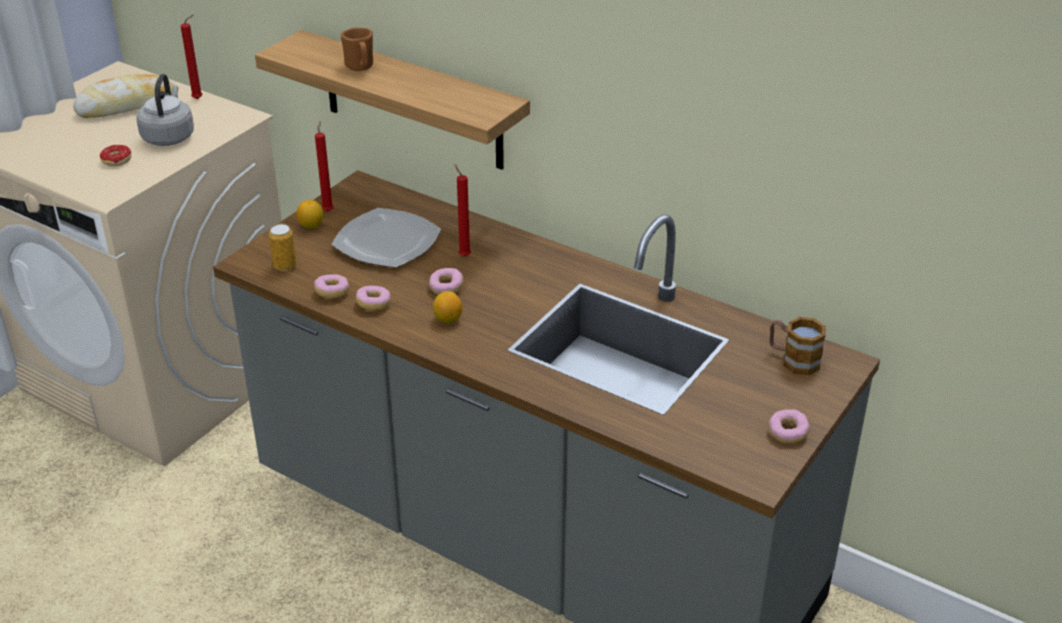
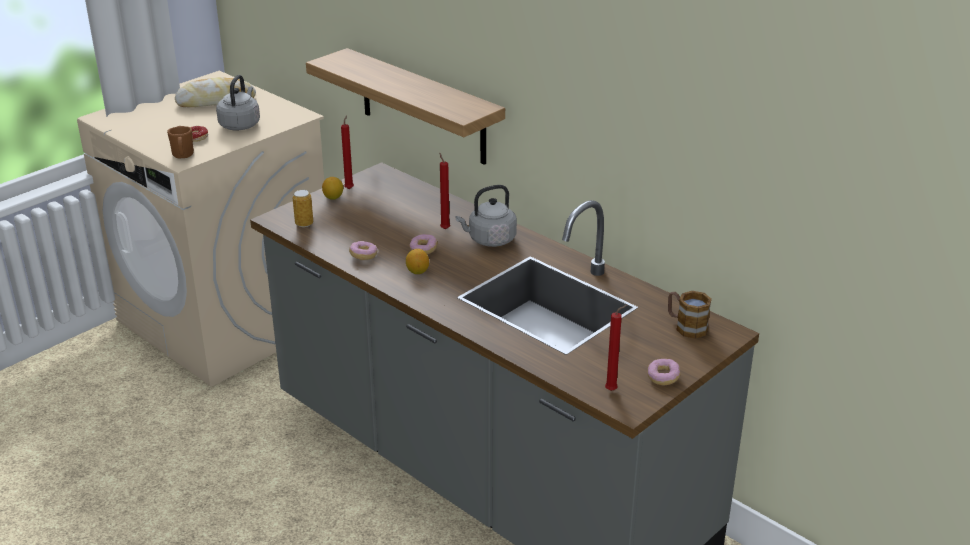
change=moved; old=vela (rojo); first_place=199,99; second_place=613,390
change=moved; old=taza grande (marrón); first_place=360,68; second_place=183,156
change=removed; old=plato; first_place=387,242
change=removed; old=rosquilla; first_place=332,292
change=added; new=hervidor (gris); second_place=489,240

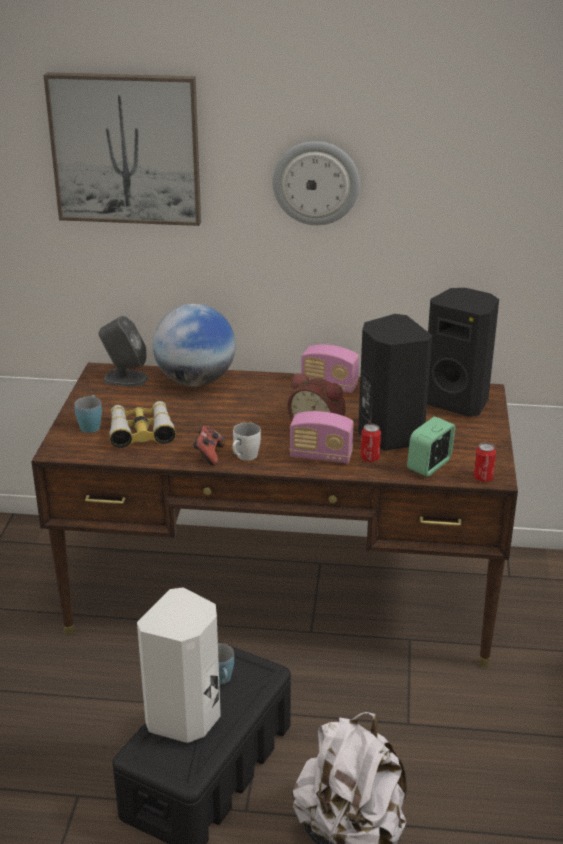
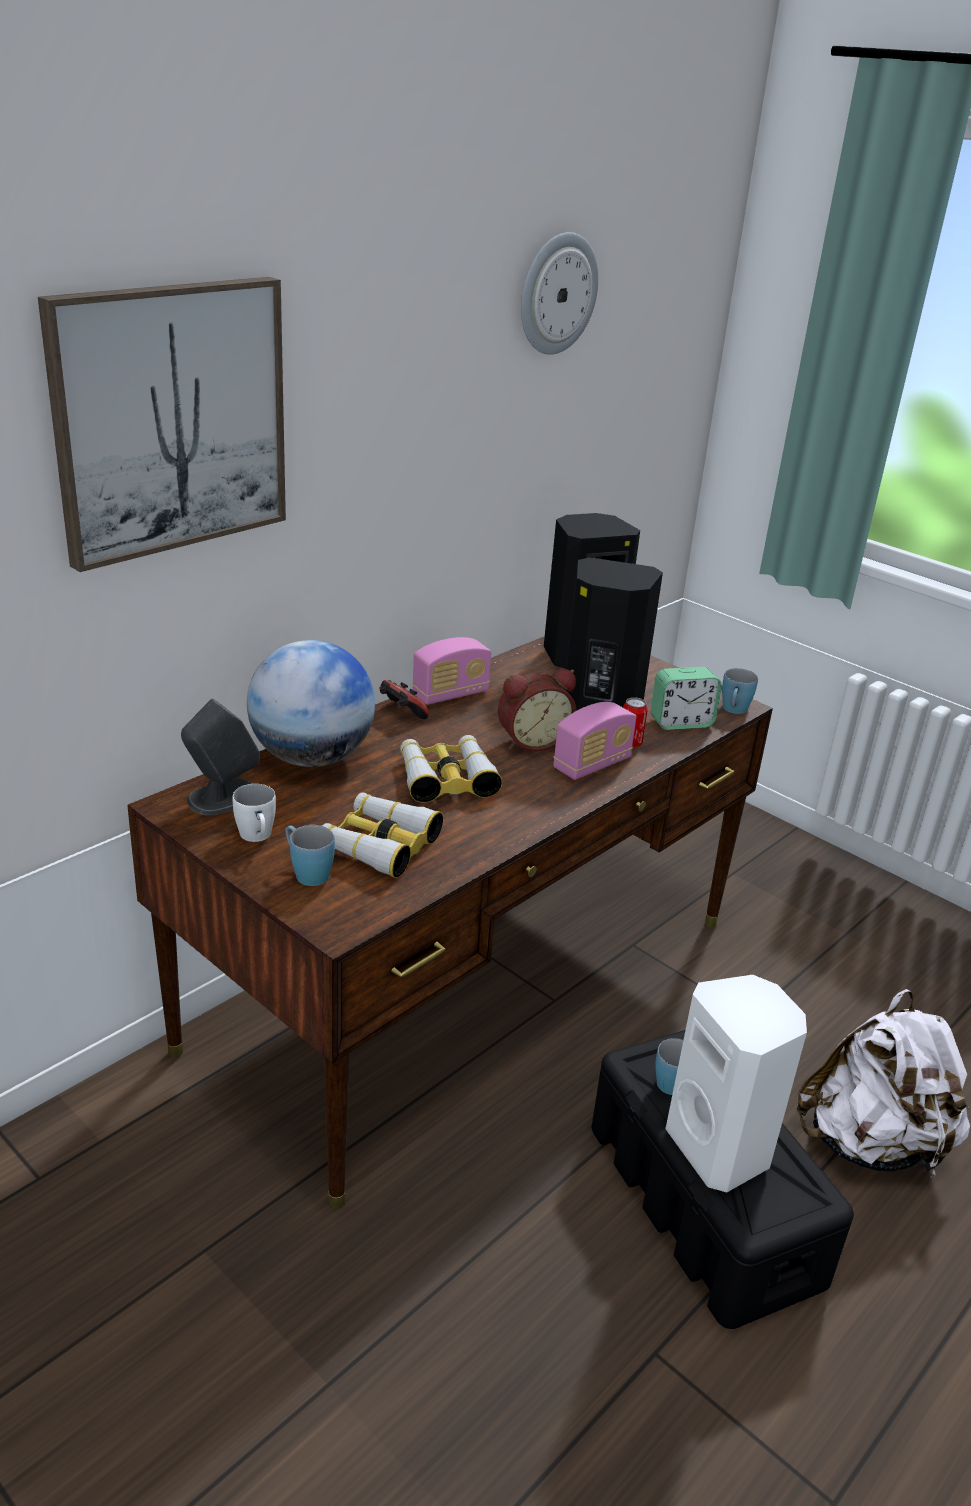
change=moved; old=reloj de pared; first_place=316,183; second_place=557,293
change=turned; old=despertador; first_place=429,465; second_place=681,722; degrees=-90
change=moved; old=taza grande (blanco); first_place=244,457; second_place=257,837
change=moved; old=mando de consola; first_place=208,455; second_place=401,713
change=replaced; old=lata; new=taza grande (azul); first_place=483,478; second_place=734,711
change=added; new=prismáticos; second_place=446,778

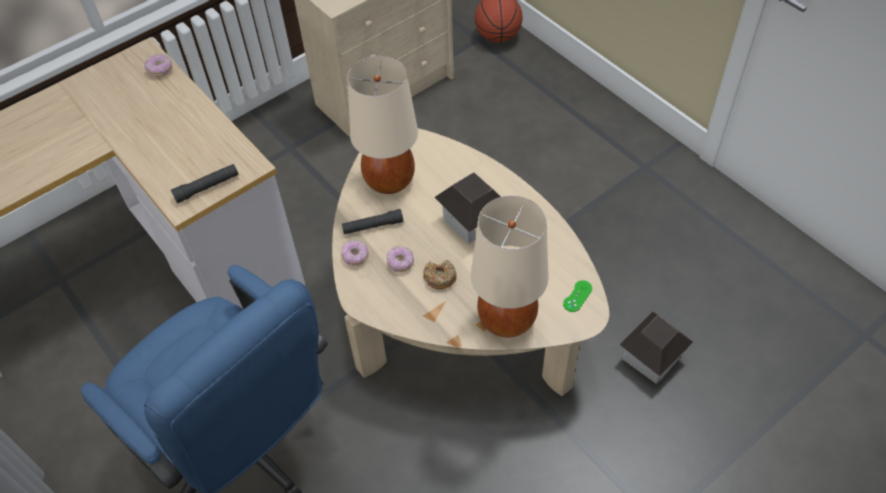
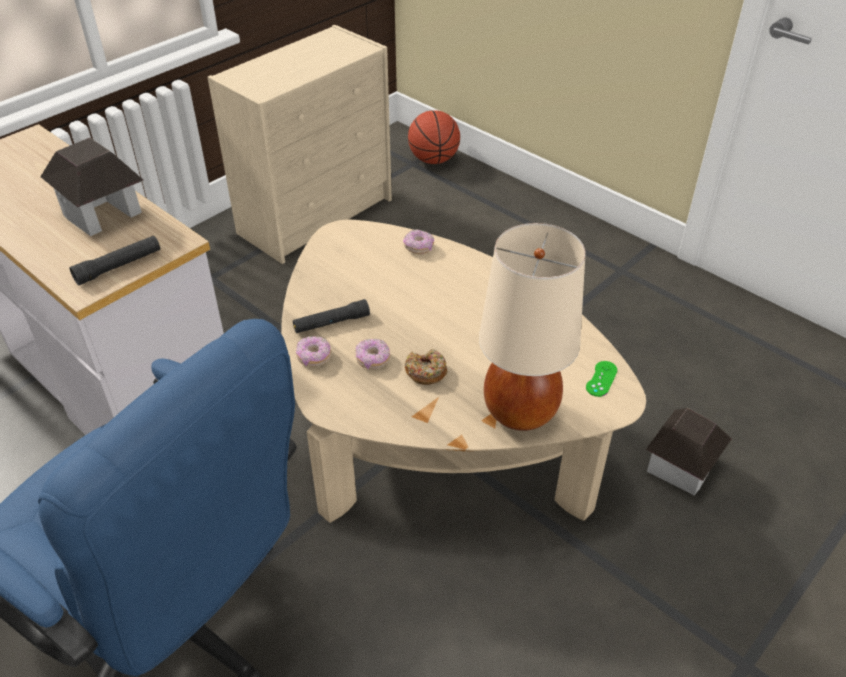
change=moved; old=rosquilla; first_place=160,70; second_place=418,248
change=removed; old=lámpara de mesa (beis); first_place=389,181
change=moved; old=casita; first_place=472,221; second_place=102,213

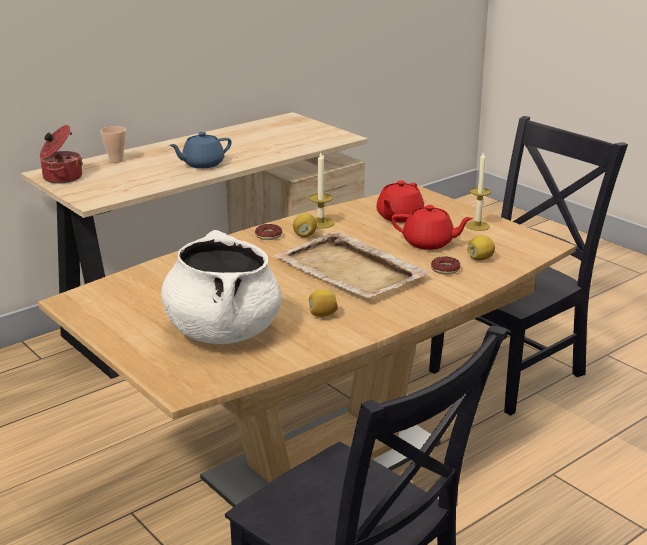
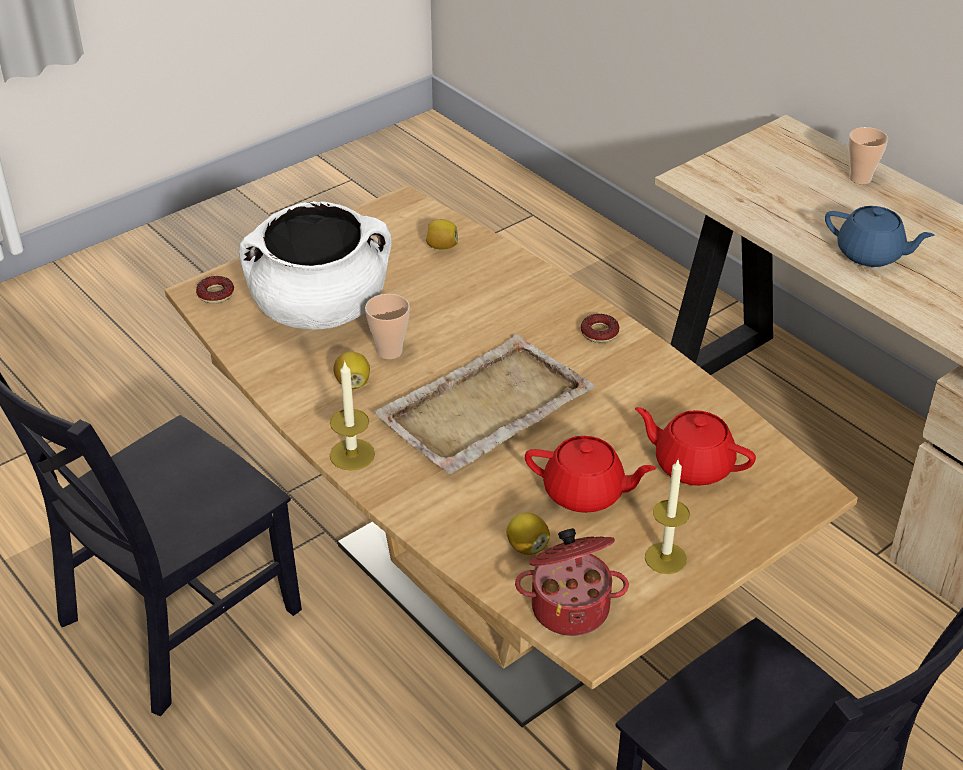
change=moved; old=olla; first_place=61,177; second_place=570,606
change=turned; old=tetera (azul); first_place=202,164; second_place=870,254; degrees=150
change=moved; old=vela; first_place=320,223; second_place=352,454
change=turned; old=tetera (rojo); first_place=429,243; second_place=585,493; degrees=-90
change=moved; old=limón; first_place=305,235; second_place=441,246
change=moved; old=rosquilla; first_place=445,269; second_place=216,294
change=added; new=taza; second_place=389,351

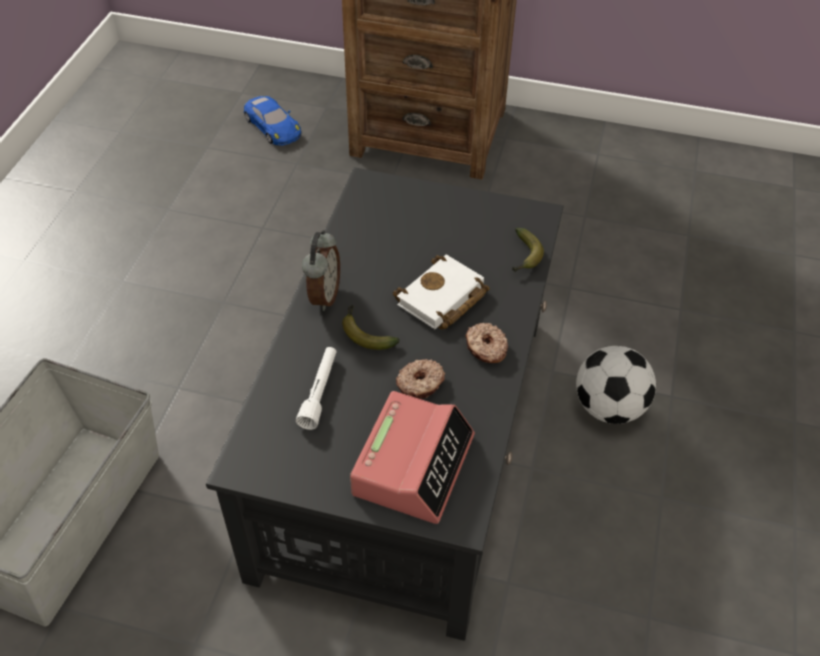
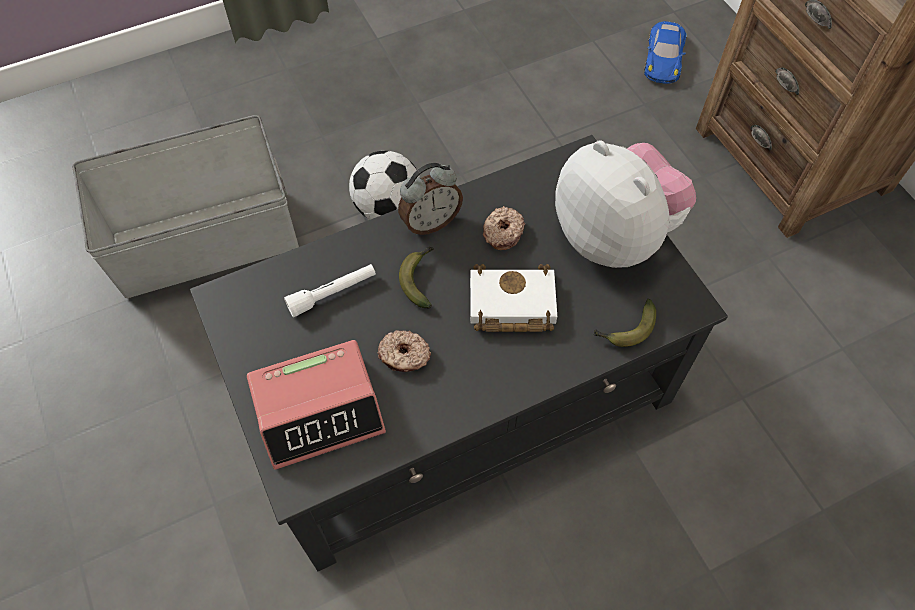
change=moved; old=rosquilla; first_place=485,348; second_place=502,232
change=moved; old=balón de fútbol; first_place=609,407; second_place=388,208
change=added; new=peluche; second_place=614,236

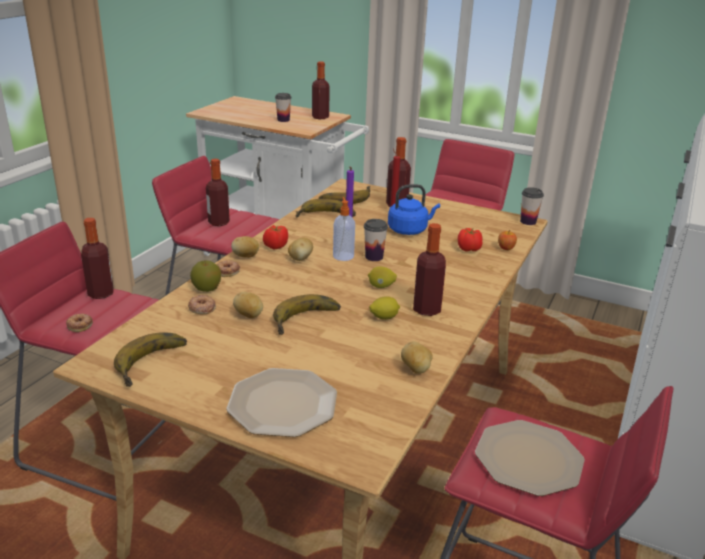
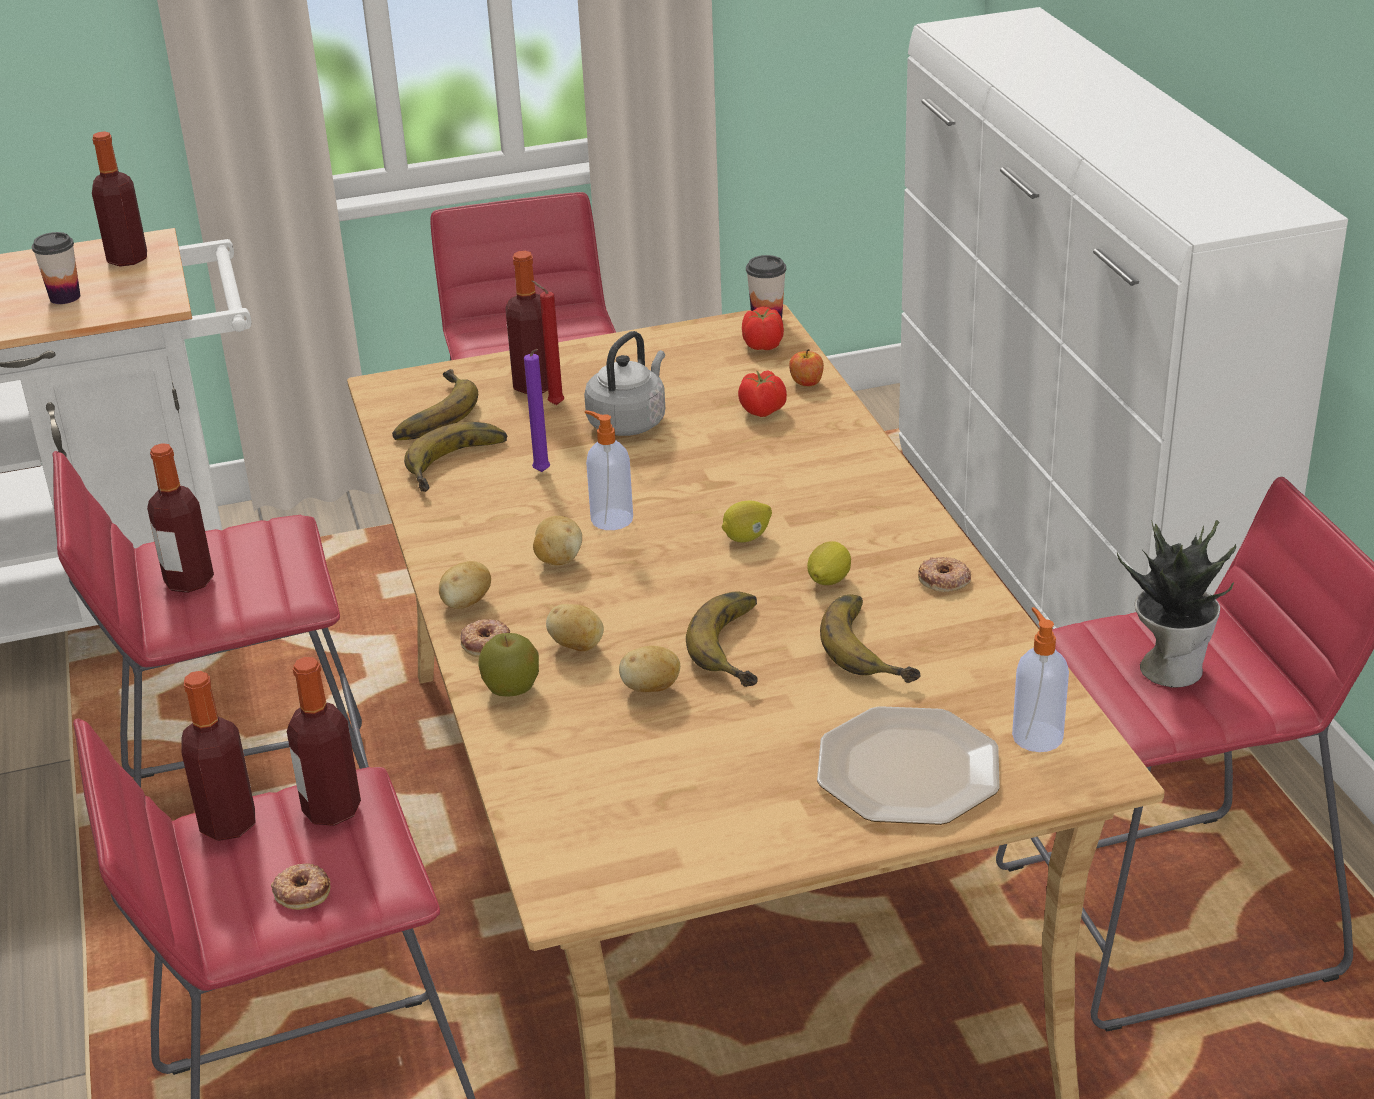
change=recoloured; old=hervidor (azul); new=hervidor (gris); first_place=409,230; second_place=629,422
change=removed; old=taza; first_place=374,257
change=moved; old=botella; first_place=426,309; second_place=332,809
change=moved; old=tomate; first_place=275,246; second_place=762,346
change=moved; old=rosquilla; first_place=202,308; second_place=944,580
change=moved; old=plátano; first_place=155,364; second_place=875,645
change=moved; old=patata; first_place=416,369; second_place=577,646
change=replaced; old=plato; new=planta en maceta; first_place=529,458; second_place=1169,667
change=added; new=dispensador de jabón; second_place=1036,735

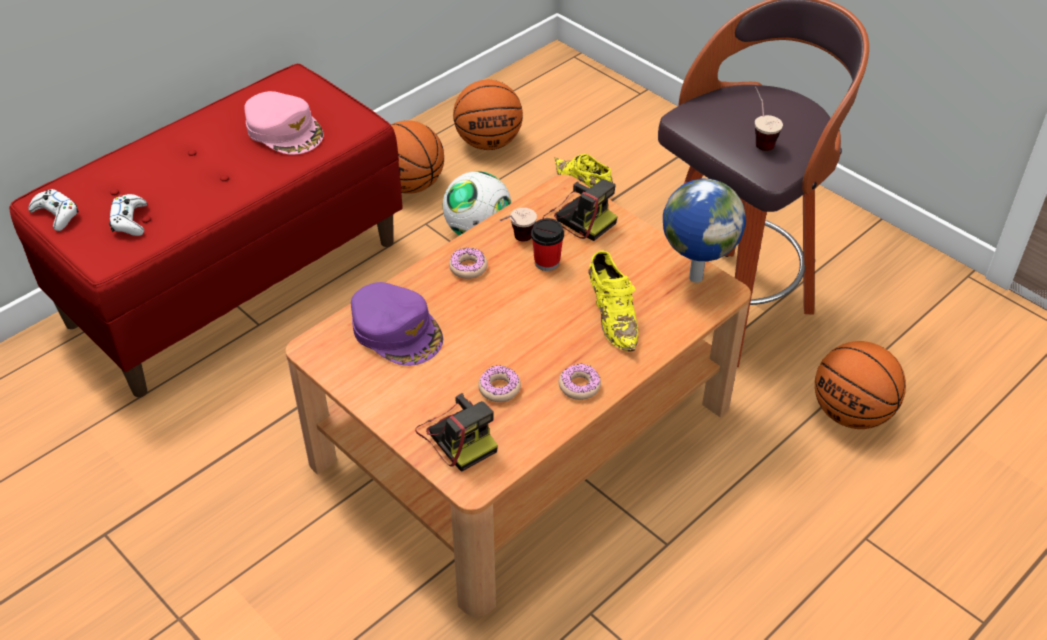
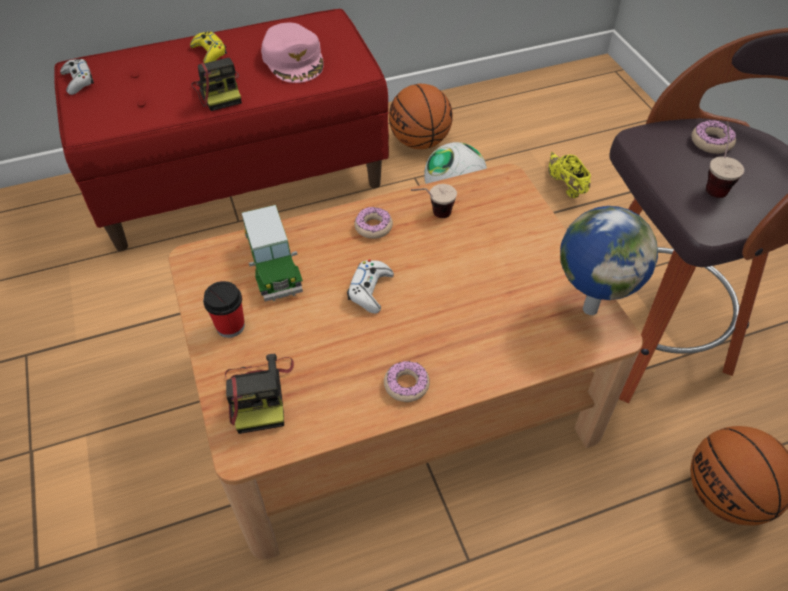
change=removed; old=balón de baloncesto; first_place=488,143
change=moved; old=cámara; first_place=579,218; second_place=219,91
change=moved; old=mando de consola (blanco); first_place=130,221; second_place=370,290
change=moved; old=taza; first_place=547,262; second_place=230,326
change=removed; old=zapato (amarillo); first_place=612,317
change=replaced; old=gorra (morado); new=coche de juguete; first_place=397,330; second_place=274,267
change=moved; old=rosquilla; first_place=499,388; second_place=711,142
change=added; new=mando de consola (amarillo); second_place=209,53

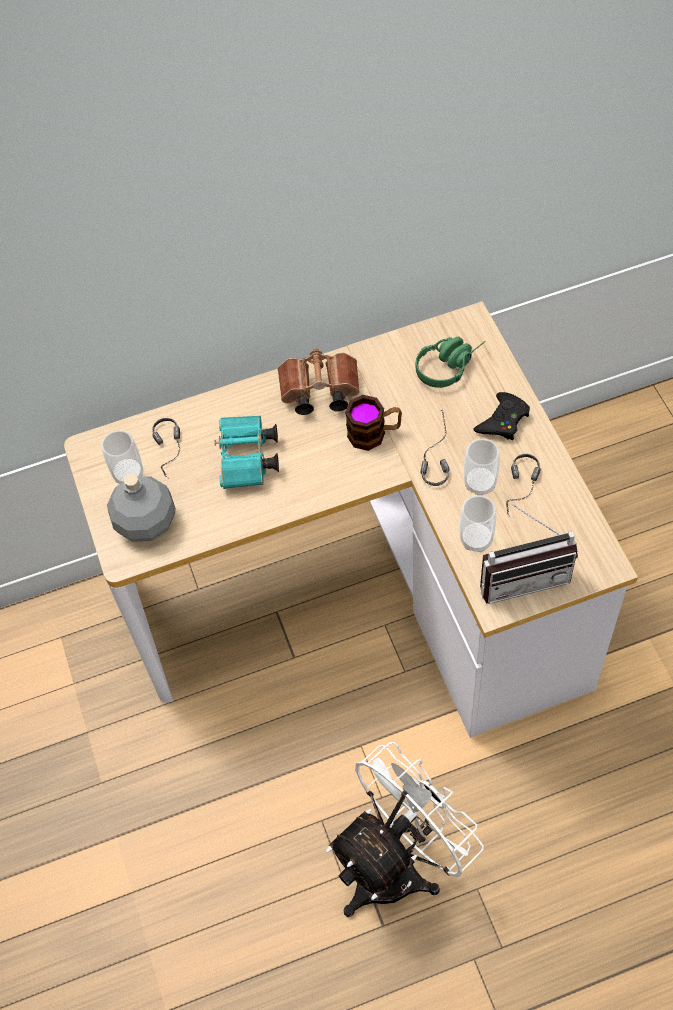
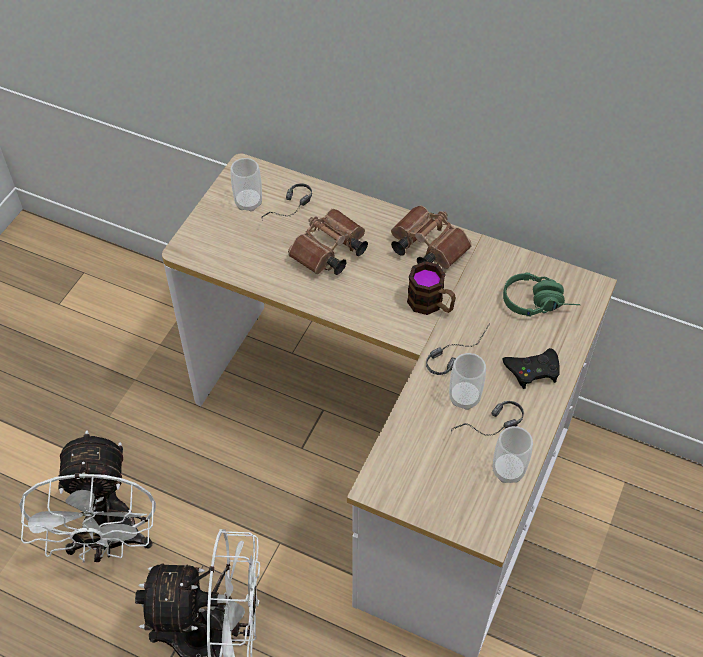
change=recoloured; old=prismáticos (turquesa); new=prismáticos (marrón); first_place=248,461; second_place=328,254
change=removed; old=botella (gris); first_place=147,522
change=moved; old=taza; first_place=476,539; second_place=508,470
change=removed; old=radio; first_place=522,575
change=added; new=ventilador (blanco); second_place=109,542

